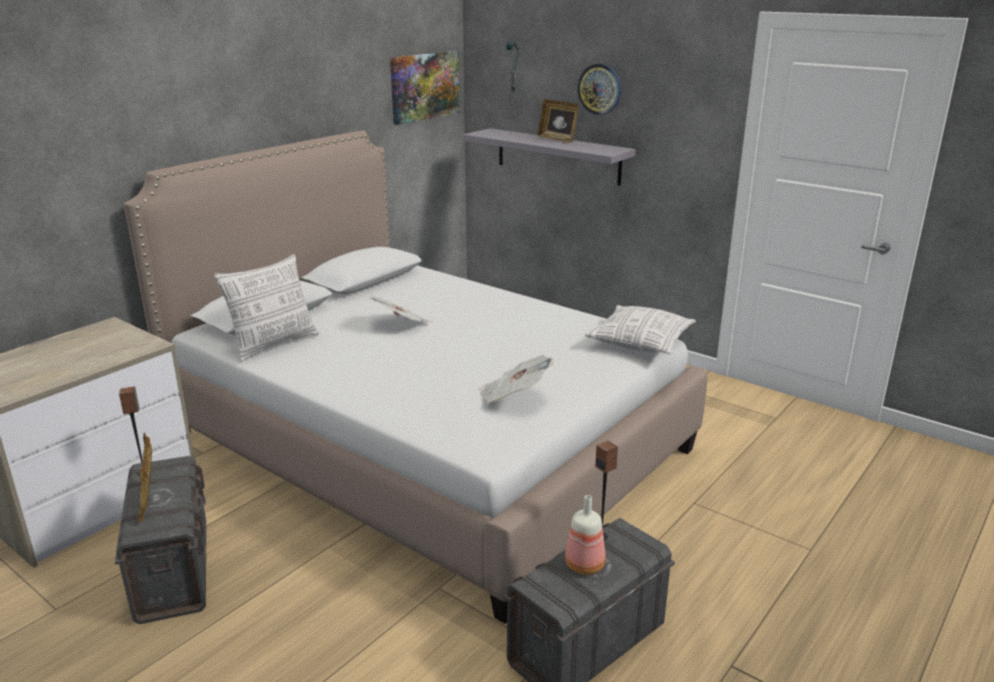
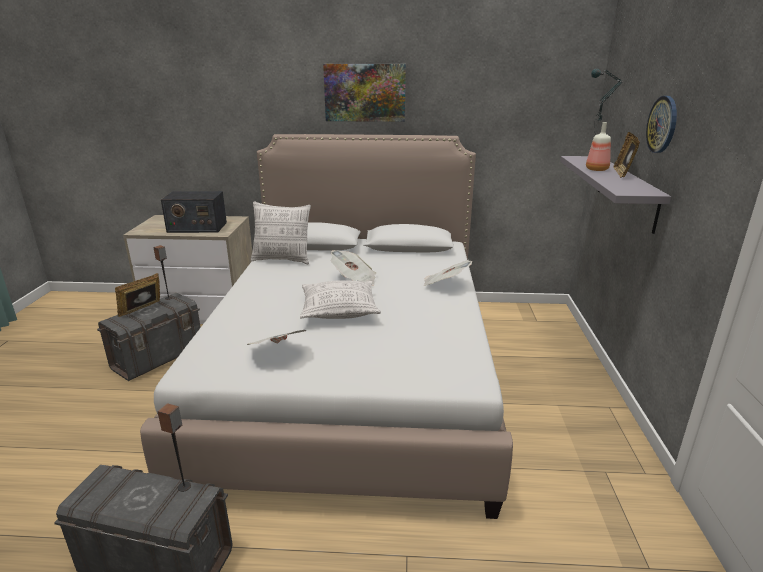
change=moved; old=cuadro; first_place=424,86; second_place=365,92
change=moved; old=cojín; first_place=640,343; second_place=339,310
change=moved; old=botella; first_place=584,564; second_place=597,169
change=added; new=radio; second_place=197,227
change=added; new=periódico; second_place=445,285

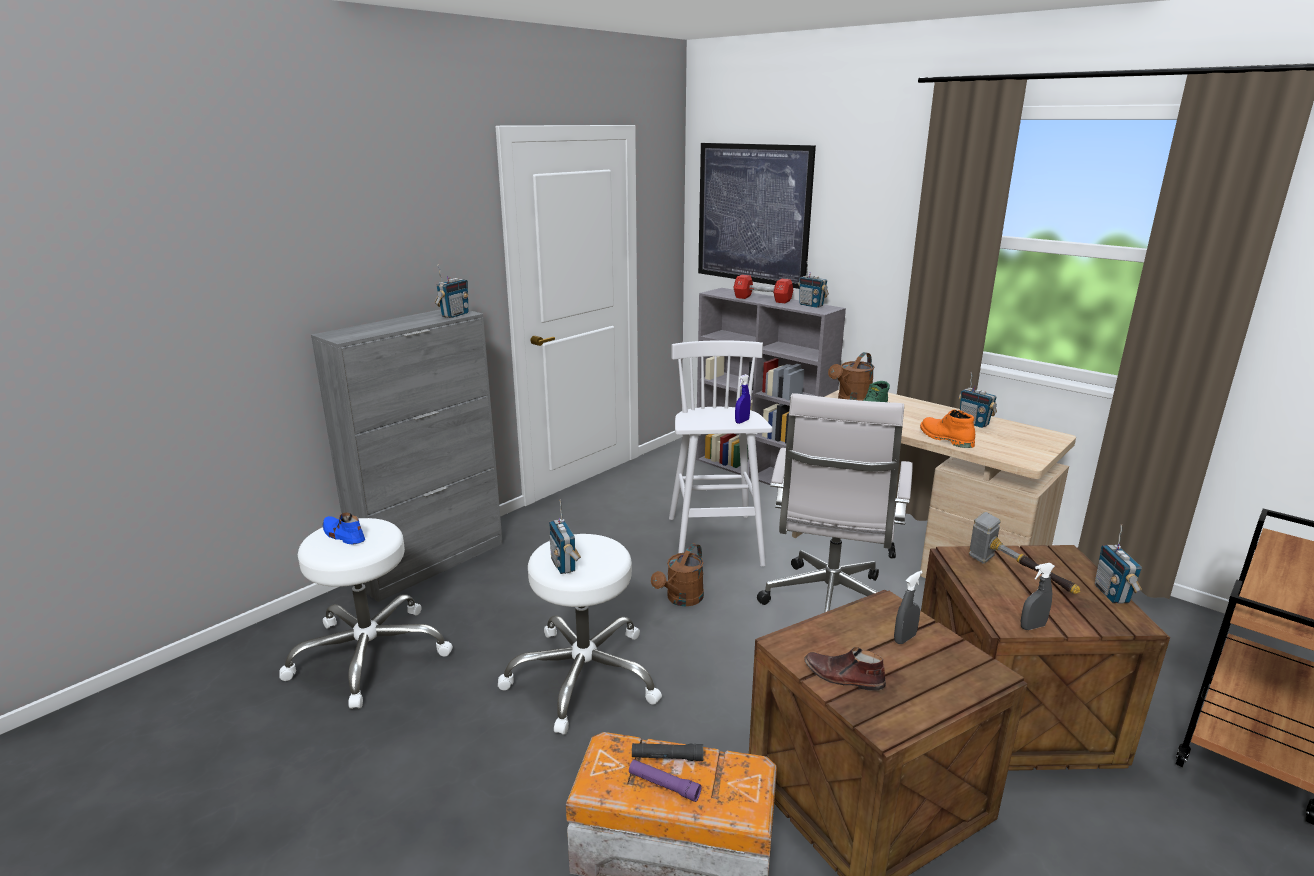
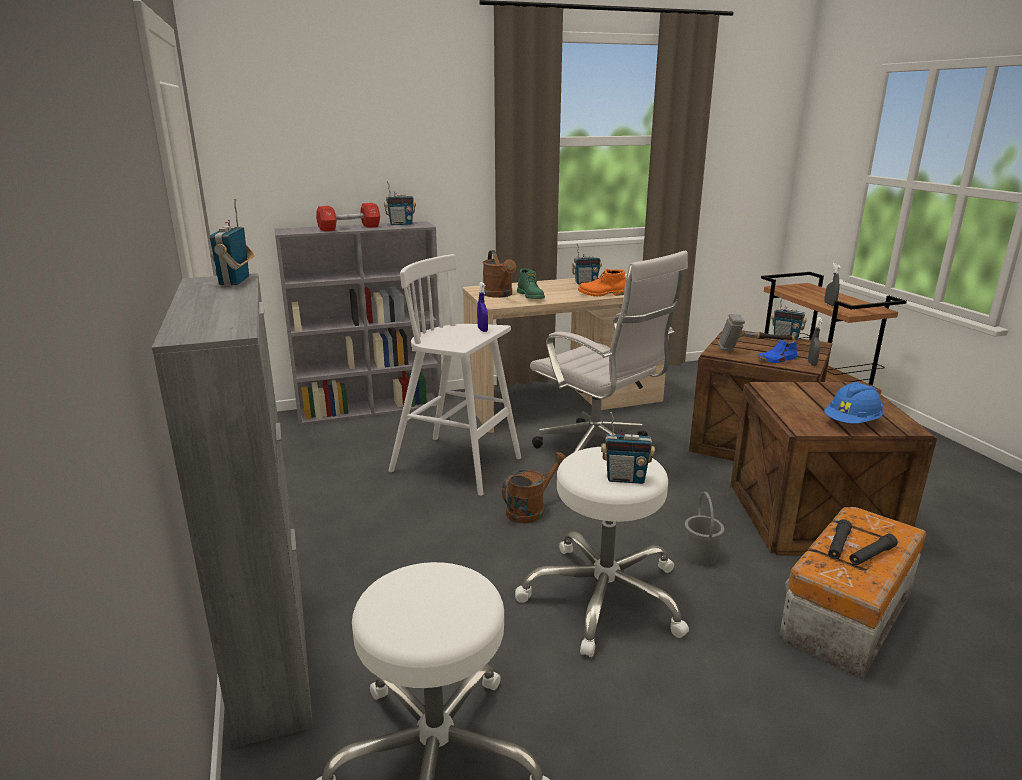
change=removed; old=cuadro; first_place=753,214
change=turned; old=radio; first_place=454,315; second_place=235,281; degrees=-150
change=moved; old=zapato (azul); first_place=343,535; second_place=777,360
change=turned; old=regadera (marrón); first_place=681,599; second_place=530,510; degrees=-105
change=moved; old=pulverizador (gris); first_place=904,638; second_place=829,304
change=replaced; old=zapato (marrón); new=casco (azul); first_place=843,677; second_place=851,423
change=recoloured; old=linterna (morado); new=linterna (negro); first_place=664,785; second_place=871,555
change=added; new=cubo (gris); second_place=701,555

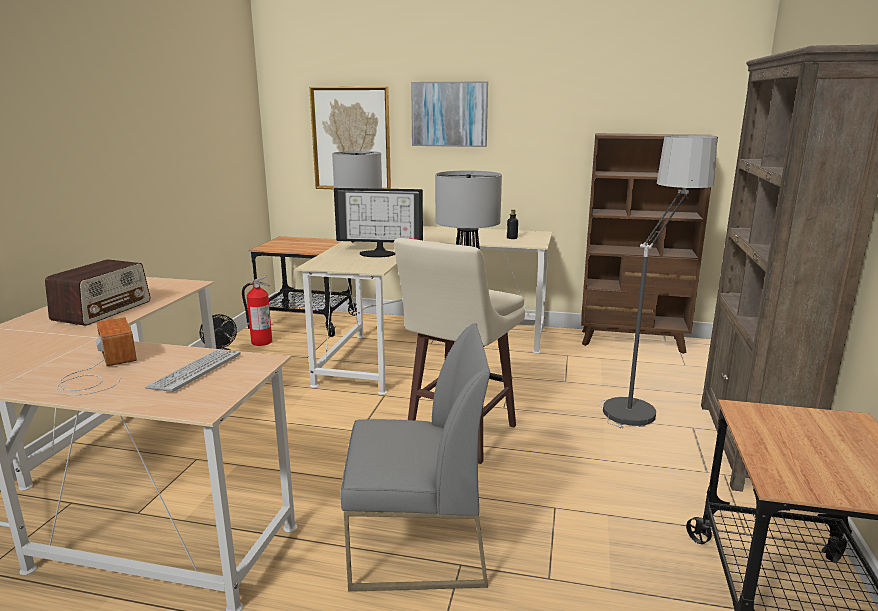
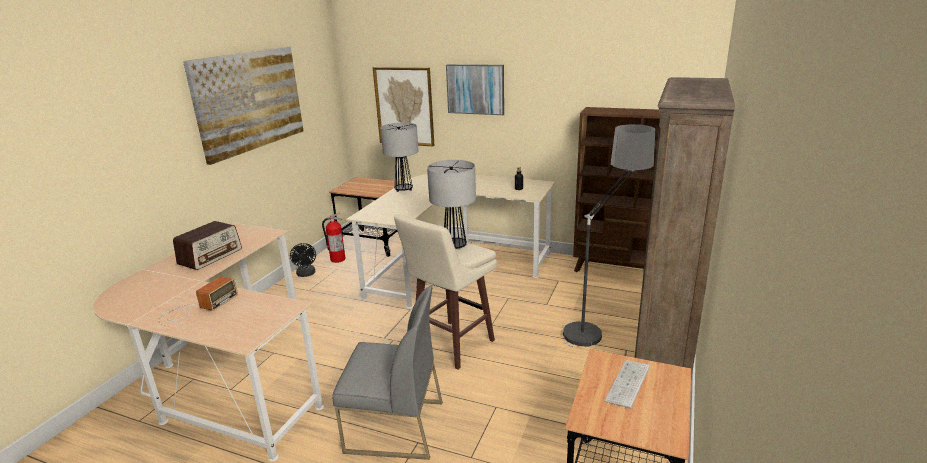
change=removed; old=monitor; first_place=378,253
change=turned; old=radio; first_place=99,370; second_place=196,309; degrees=45
change=moved; old=teclado; first_place=195,371; second_place=627,384
change=added; new=cuadro; second_place=249,101

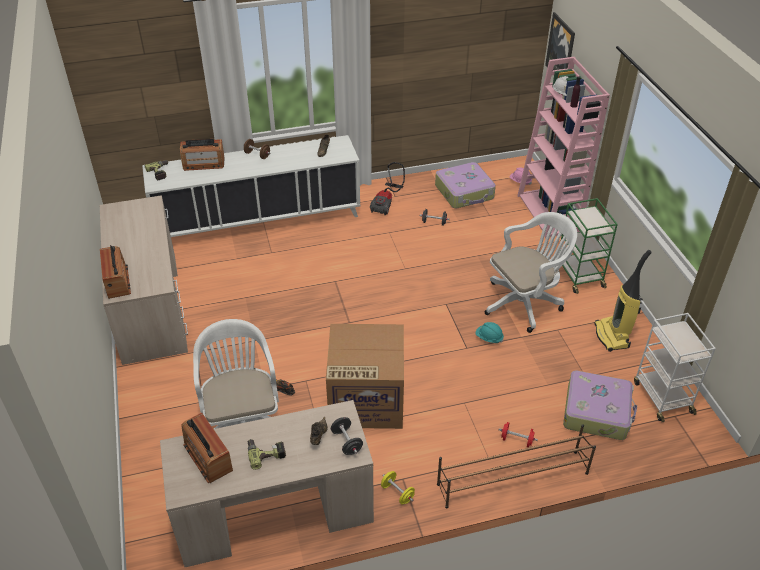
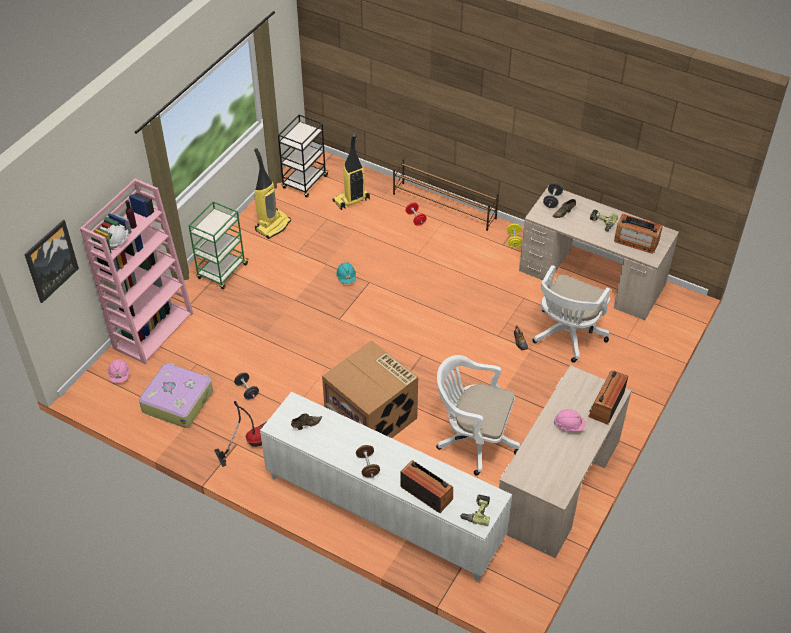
change=moved; old=silla de oficina (blanco); first_place=525,302; second_place=473,439
change=recoloured; old=carrito (blanco); new=carrito (negro); first_place=662,396; second_place=305,183
change=moved; old=caja de cartón; first_place=365,400; second_place=372,417
change=replaced; old=maleta; new=aspiradora; first_place=597,411; second_place=351,201
change=turned; old=radio; first_place=208,457; second_place=636,241; degrees=105
change=added; new=casco (rosa); second_place=569,425

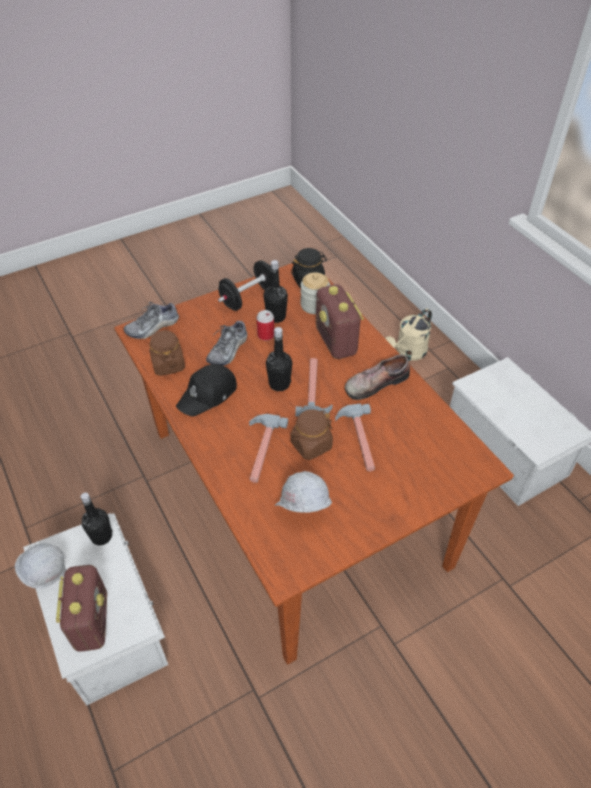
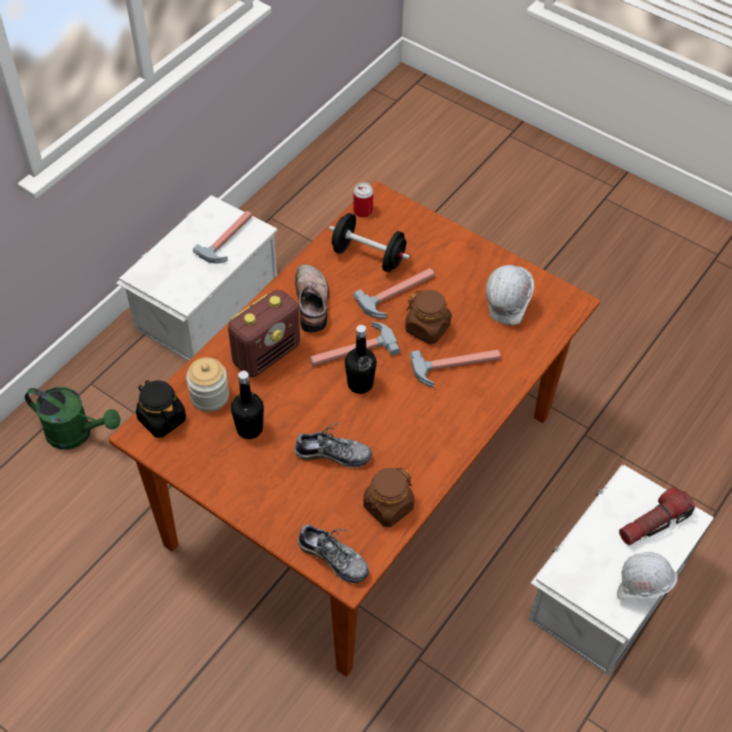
change=moved; old=mancuerna (negro); first_place=248,298; second_place=368,256
change=recoloured; old=regadera (beis); new=regadera (verde); first_place=407,353; second_place=76,433
change=moved; old=lata; first_place=266,335; second_place=363,211
change=turned; old=zapato; first_place=375,382; second_place=313,302; degrees=-135
change=removed; old=gorra (negro); first_place=208,395
change=removed; old=botella (negro); first_place=101,536
change=replaced; old=radio; new=linterna; first_place=91,620; second_place=653,523
change=added; new=martillo; second_place=229,239

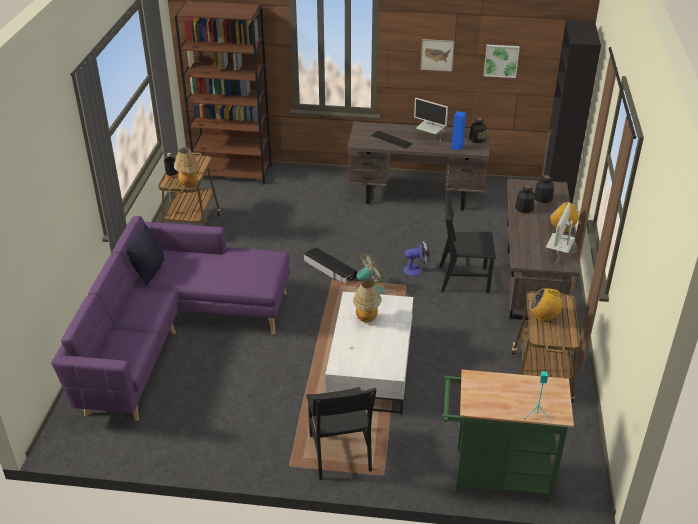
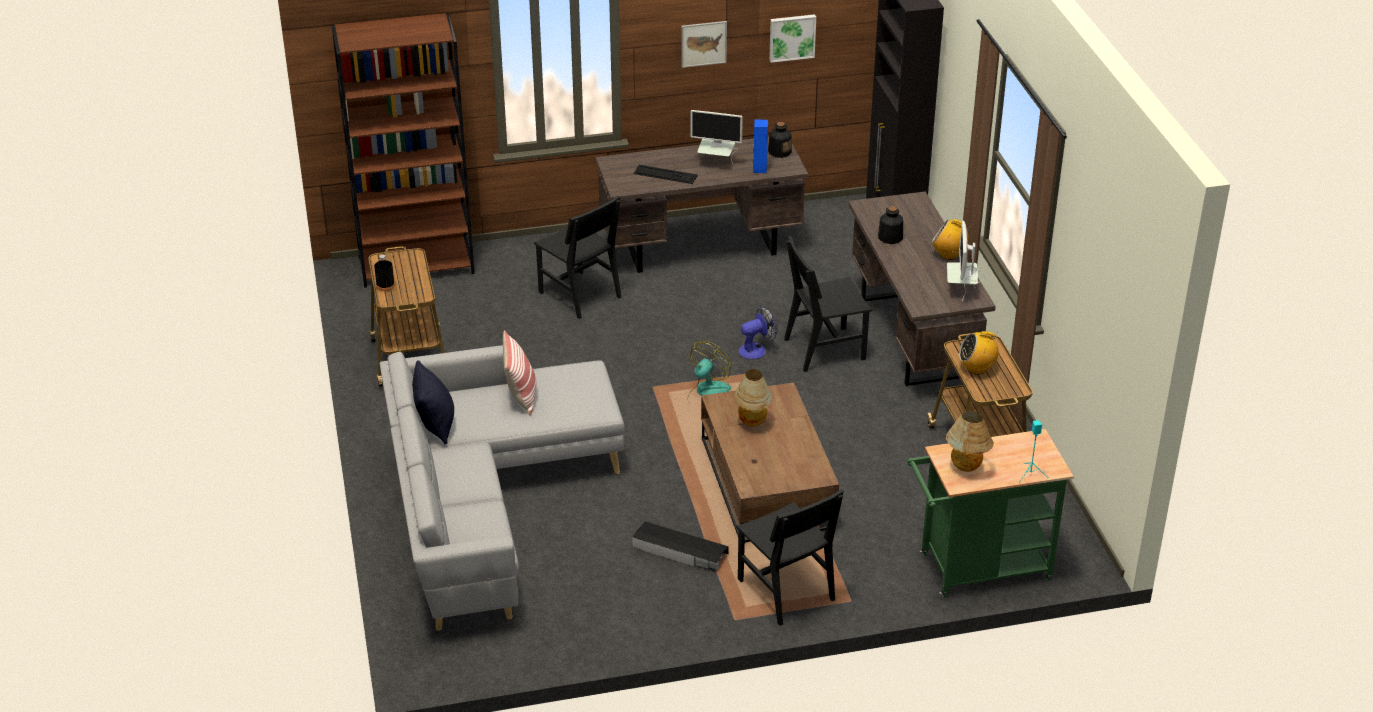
change=moved; old=lámpara de mesa; first_place=189,185; second_place=967,468
change=removed; old=botella; first_place=543,198
change=recoloured; old=sofá (morado); new=sofá (gris); first_place=175,333; second_place=487,504
change=moved; old=caja de almacenaje (negro); first_place=330,269; second_place=680,551
change=recoloured; old=mesa de centro (blanco); new=mesa de centro (marrón); first_place=370,366; second_place=765,483
change=added; new=silla (negro); second_place=579,295
change=added; new=cojín; second_place=521,396

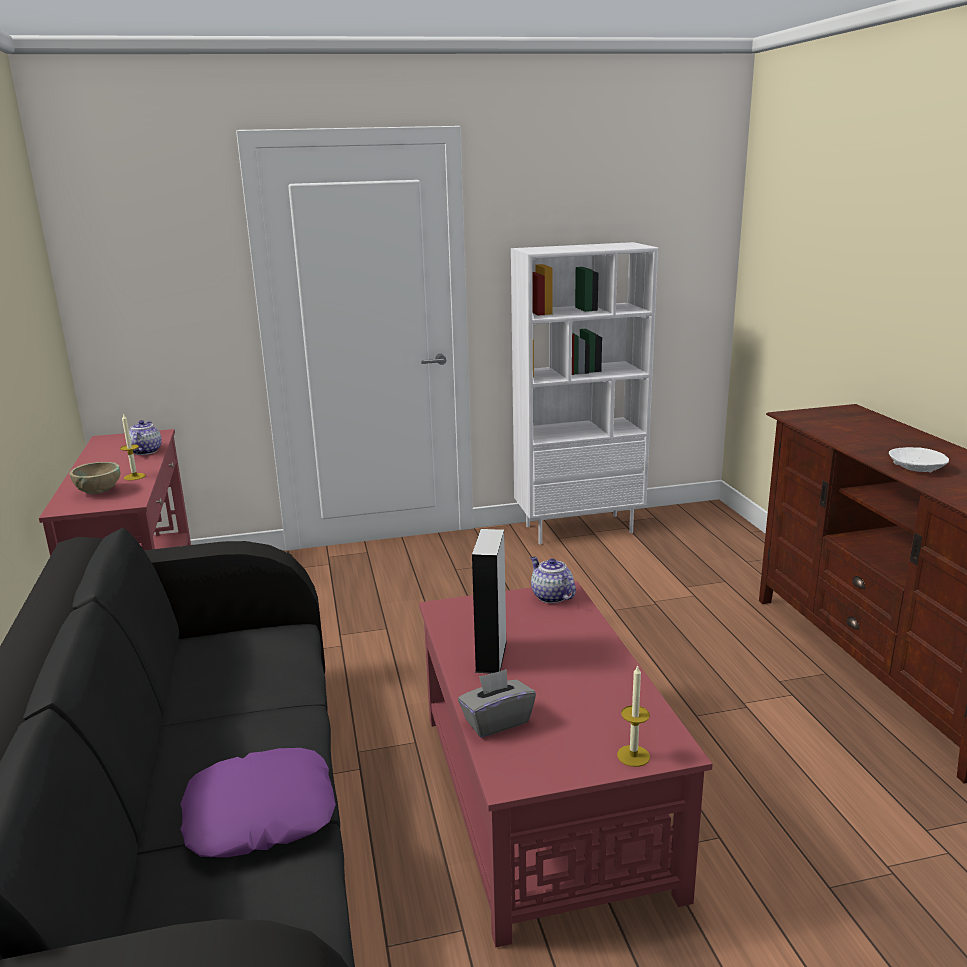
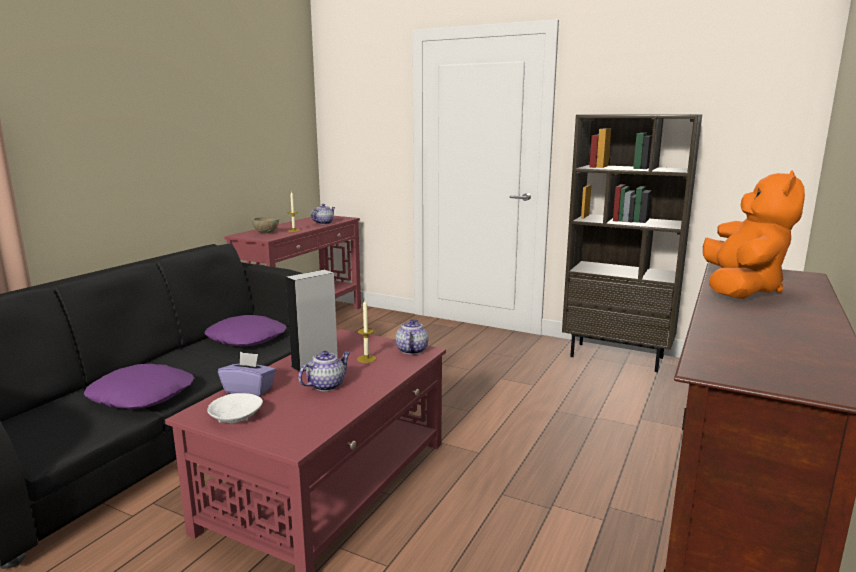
change=recoloured; old=estantería (blanco); new=estantería (marrón); first_place=579,528; second_place=617,357
change=moved; old=cuenco (blanco); first_place=916,468; second_place=235,416
change=moved; old=vela; first_place=633,756; second_place=366,359
change=recoloured; old=caja de pañuelos (gris); new=caja de pañuelos (morado); first_place=496,721; second_place=249,390
change=added; new=peluche (naranja); second_place=740,289
change=added; new=cojín (morado); second_place=247,338
change=added; new=tetera; second_place=326,385

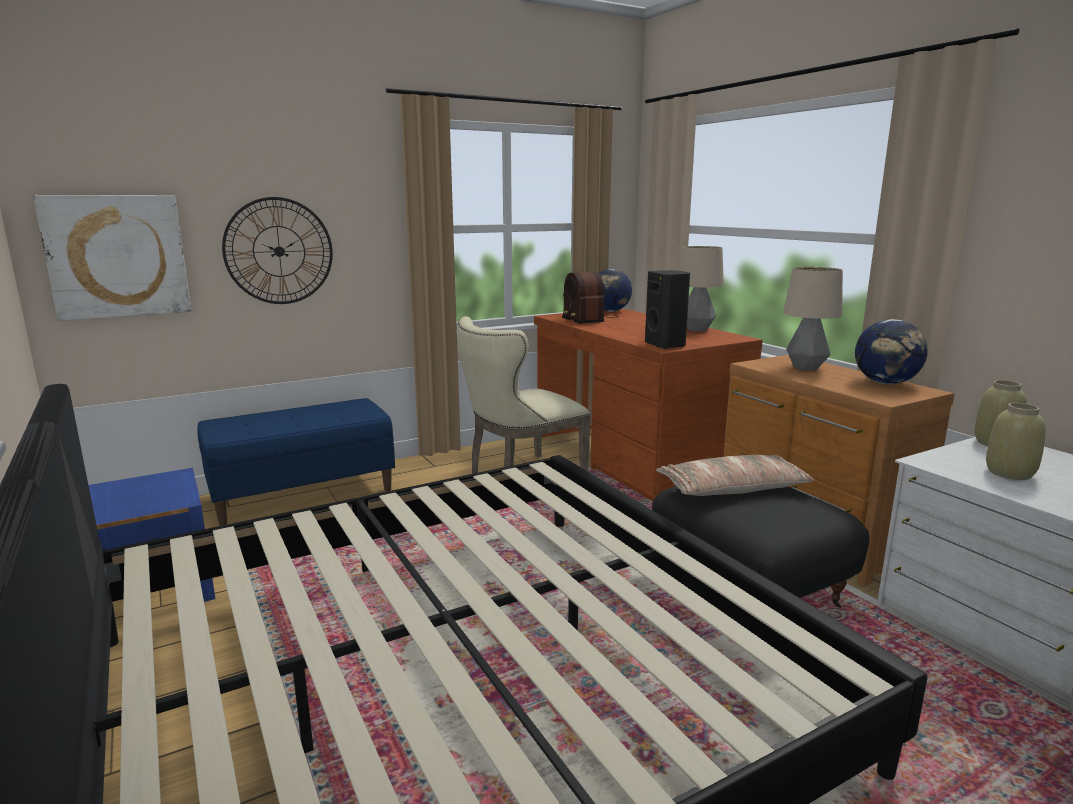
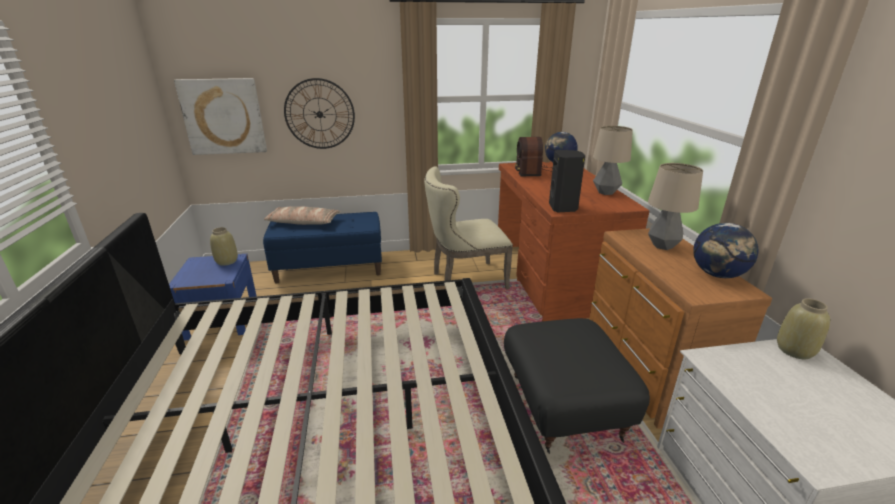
change=moved; old=florero (beis); first_place=1009,473; second_place=226,261
change=moved; old=cojín; first_place=733,490; second_place=303,222

